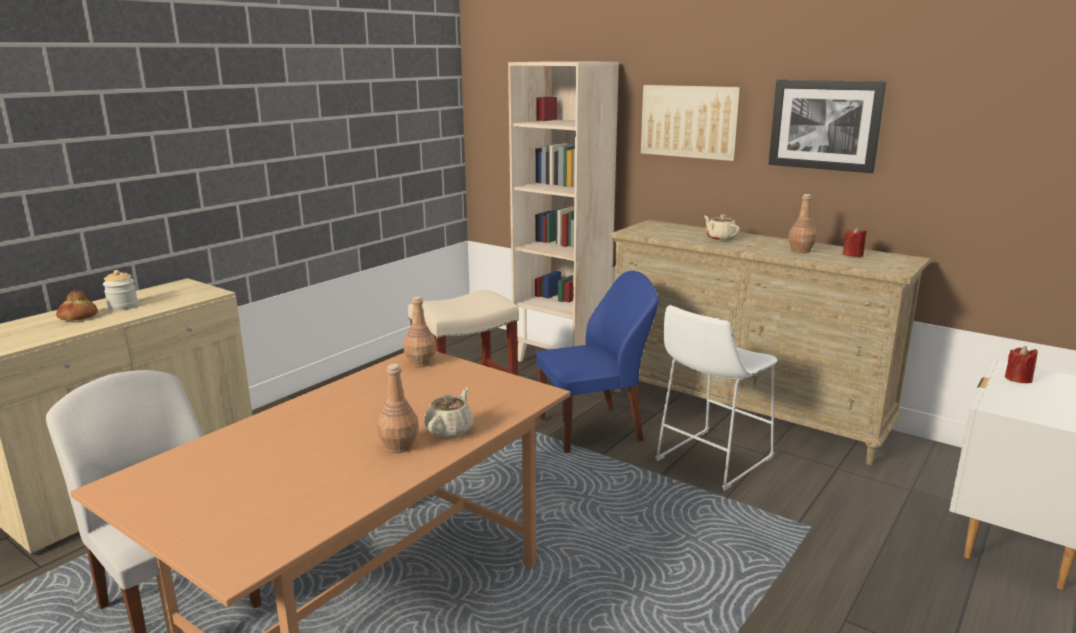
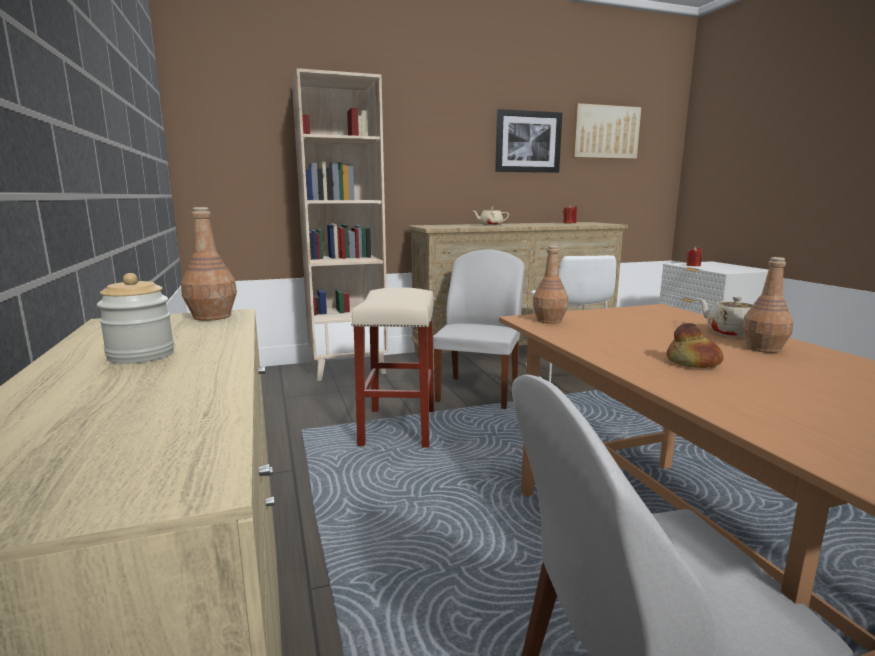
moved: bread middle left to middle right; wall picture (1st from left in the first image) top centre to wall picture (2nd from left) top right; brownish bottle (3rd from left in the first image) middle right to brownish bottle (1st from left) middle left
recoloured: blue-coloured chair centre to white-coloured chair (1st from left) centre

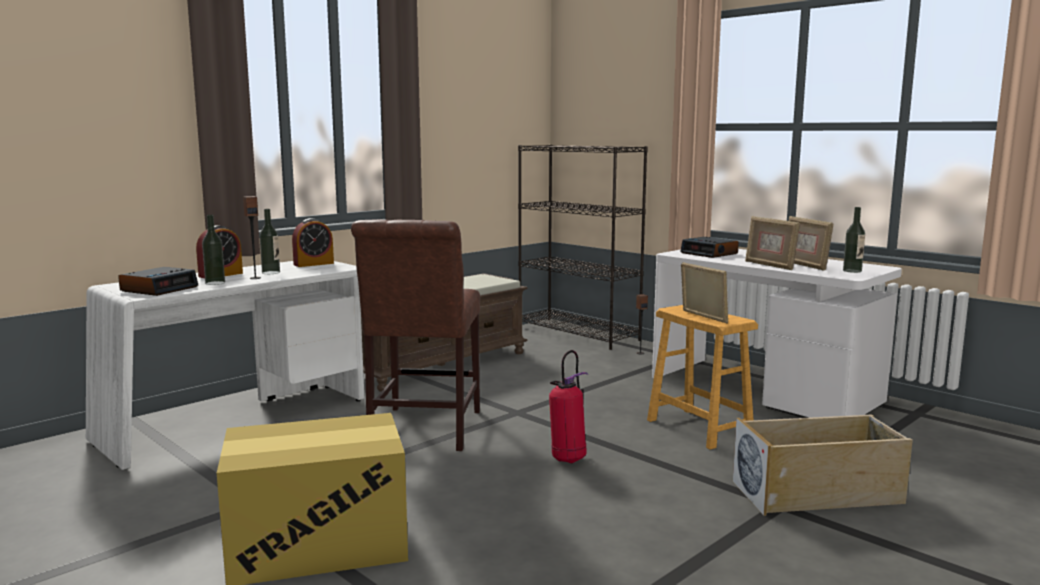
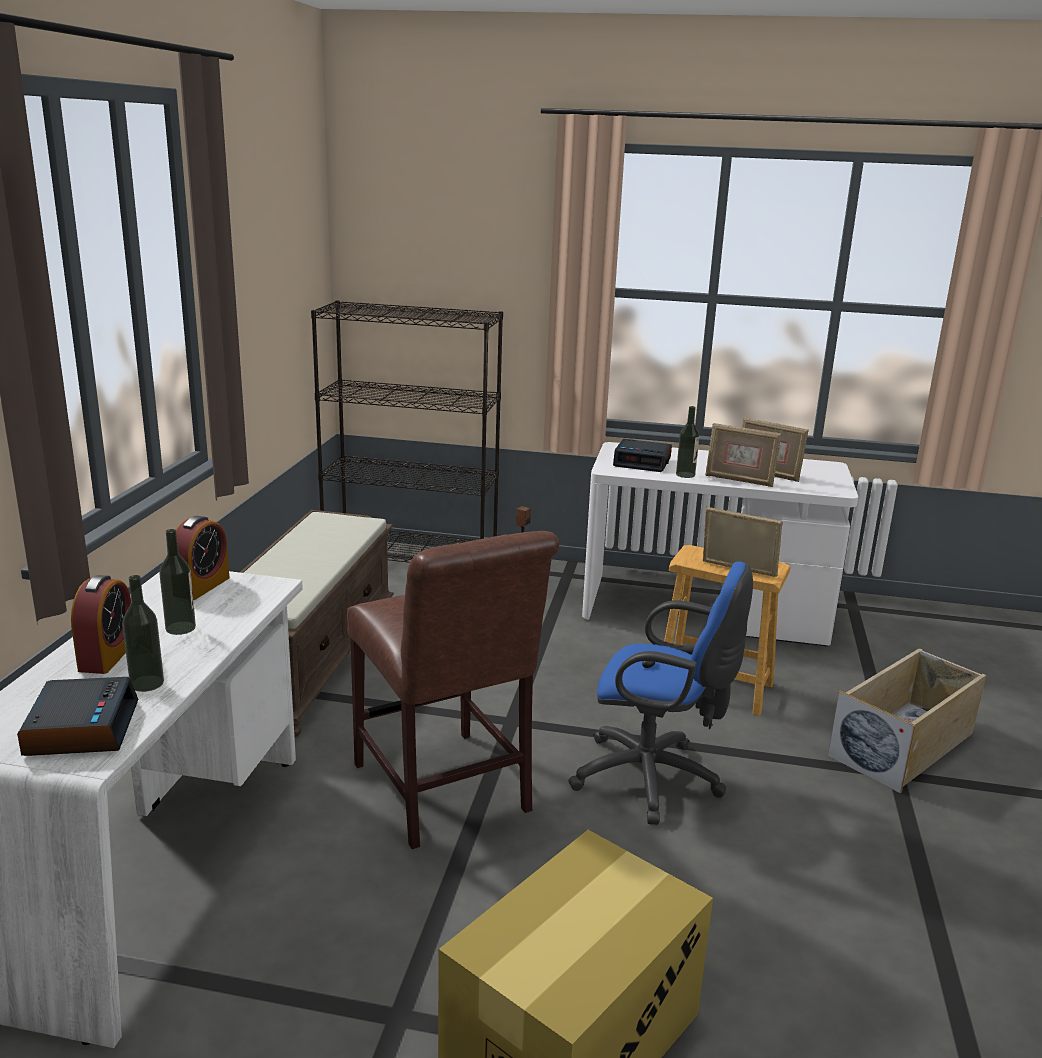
removed: loudspeaker (1st from left) middle left
moved: bottle (3rd from left) middle right to centre
replaced: extinguisher bottom centre to blue-coloured computer chair centre

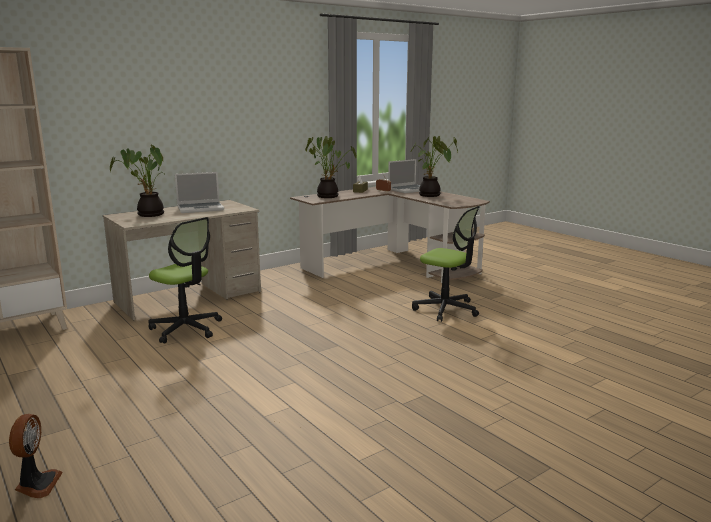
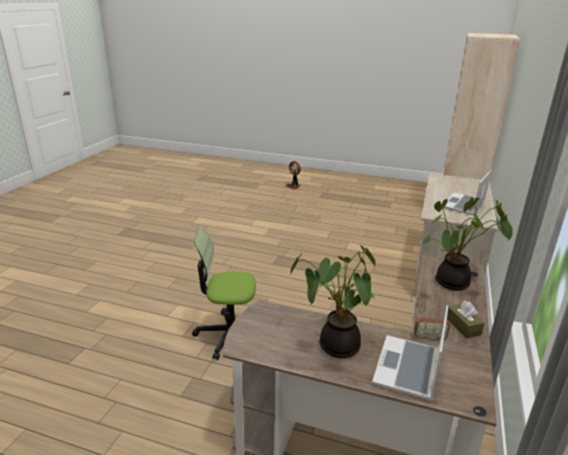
removed: houseplant (1st from left) middle left; computer chair (1st from left) middle left

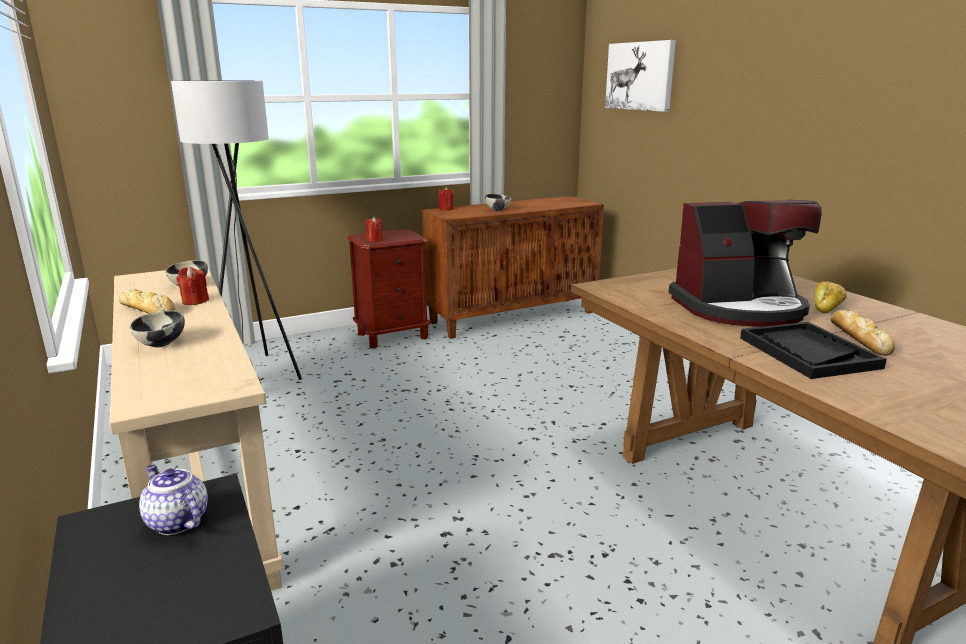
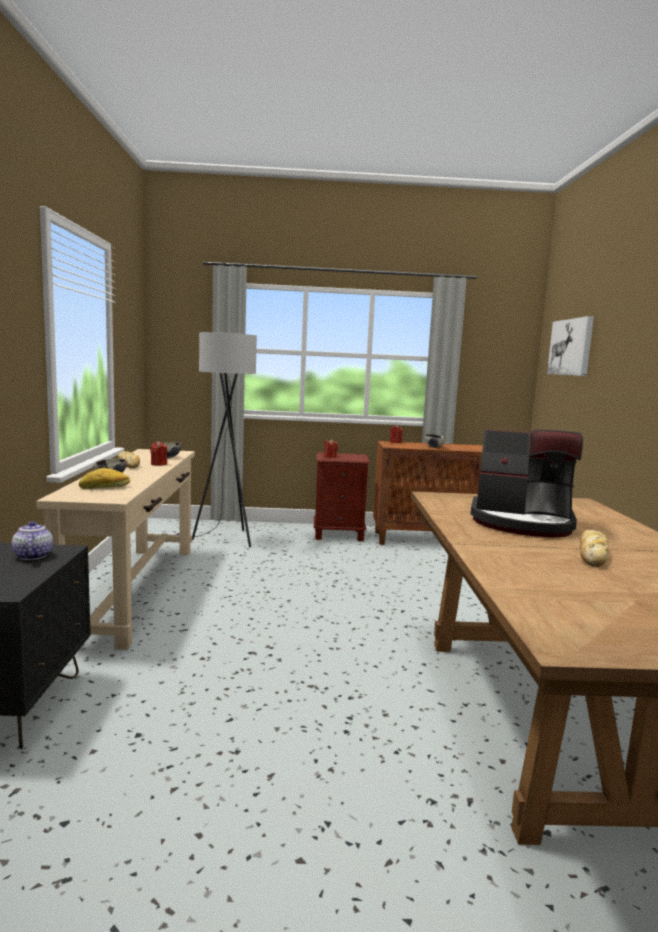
removed: black tray middle right
moved: bread (2nd from left in the first image) middle right to bread (1st from left) middle left

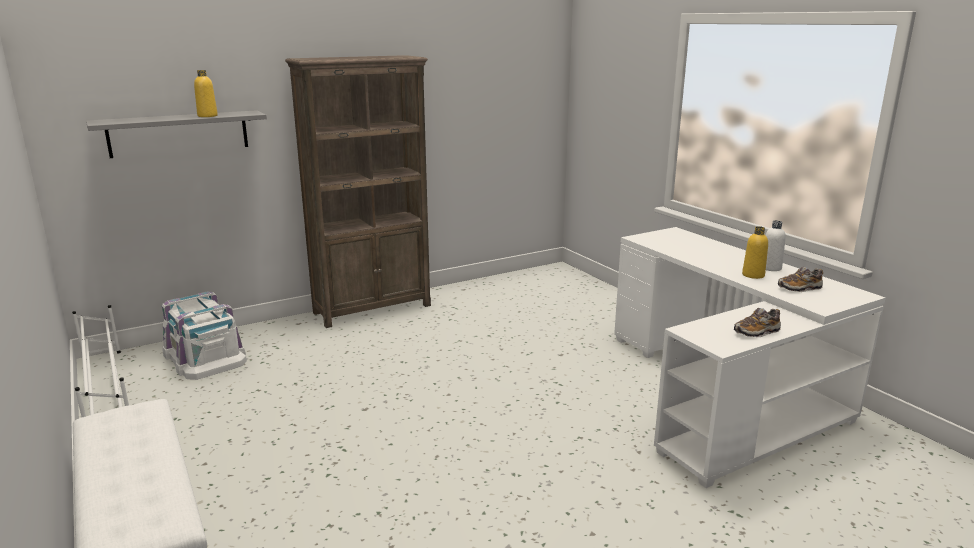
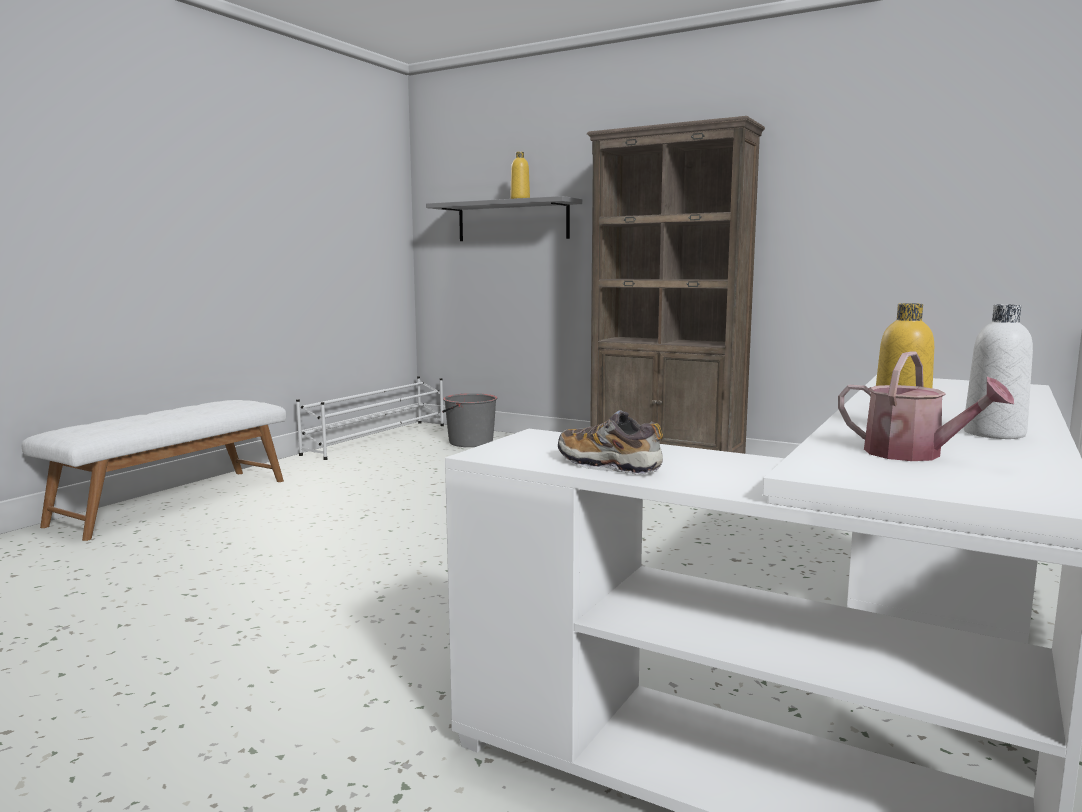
replaced: white-coloured storage bin middle left to greyish pail centre; low shoe (2nd from left) middle right to watering pot middle right

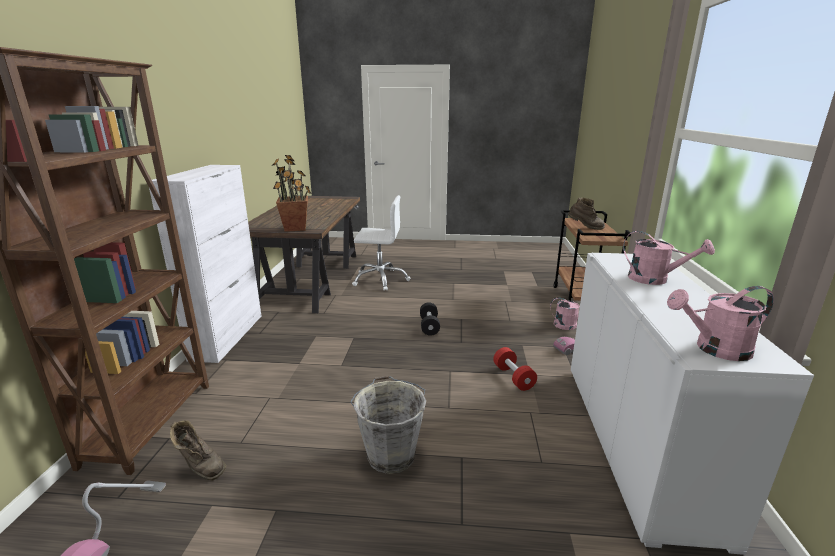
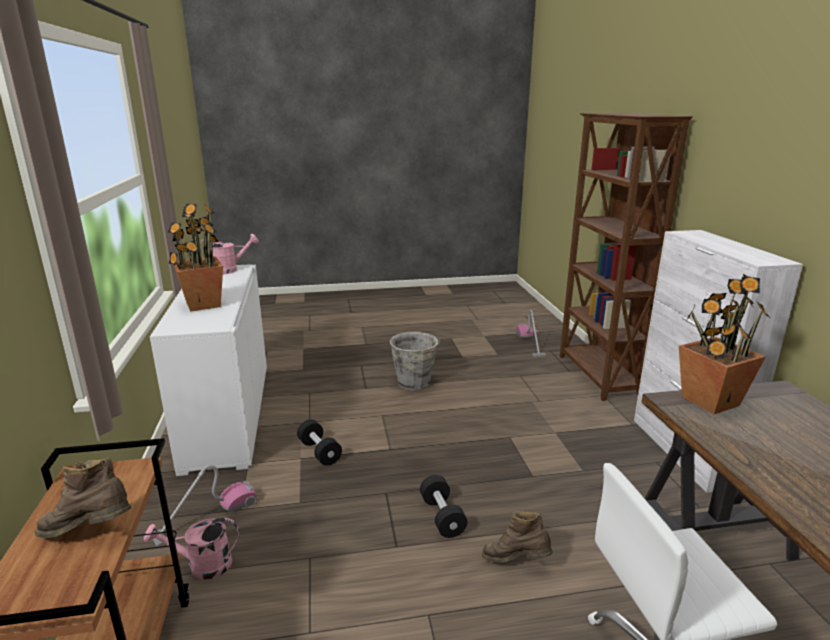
moved: brownish high-top boot (1st from left in the first image) bottom left to brownish high-top boot (2nd from left) bottom centre
replaced: pinkish watering pot (2nd from left) middle right to houseplant (1st from left) middle left
recoloured: reddish dumbbell centre to black dumbbell (1st from left) bottom centre

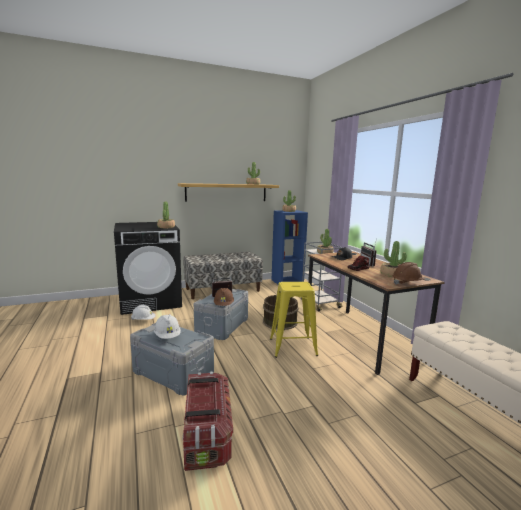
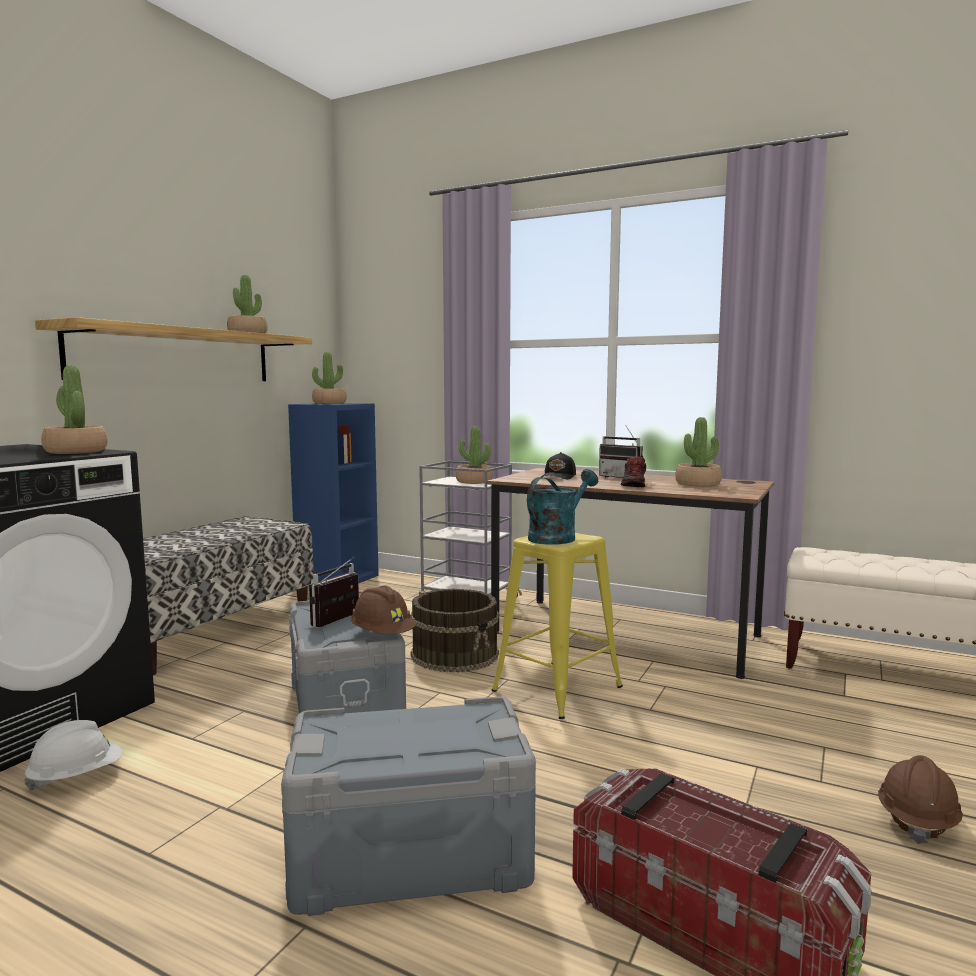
removed: white-coloured work helmet (2nd from left) middle left
added: turquoise watering pot centre
moved: brownish work helmet (2nd from left) middle right to bottom right

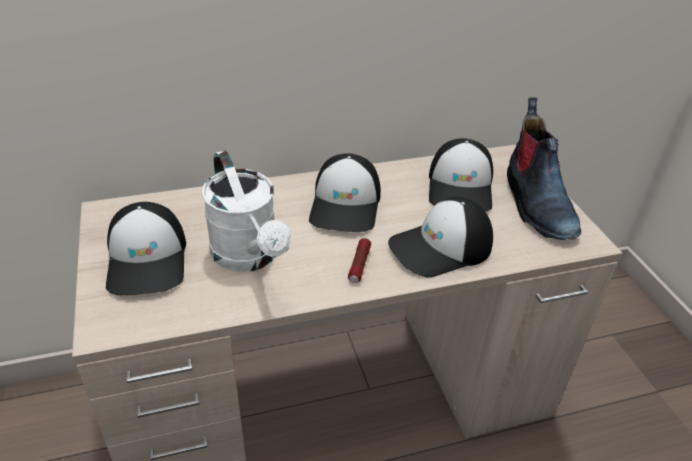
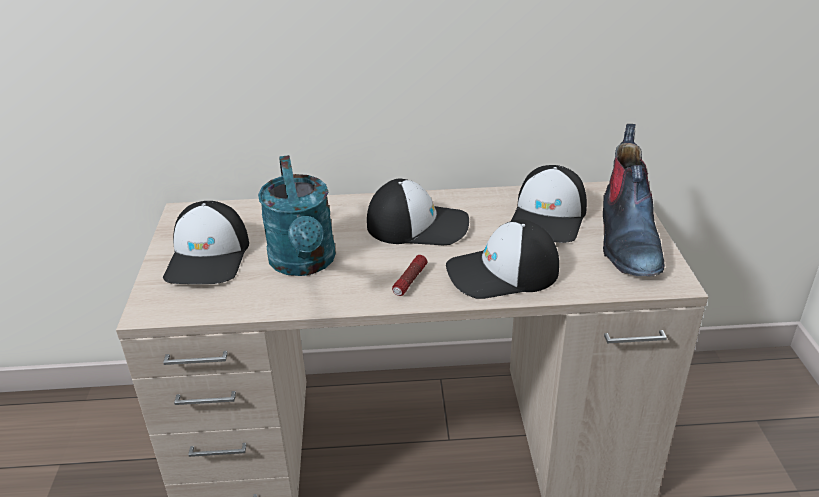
recoloured: white-coloured watering pot centre to turquoise watering pot centre
turned: baseball cap (2nd from left) centre = centre 105 degrees counterclockwise

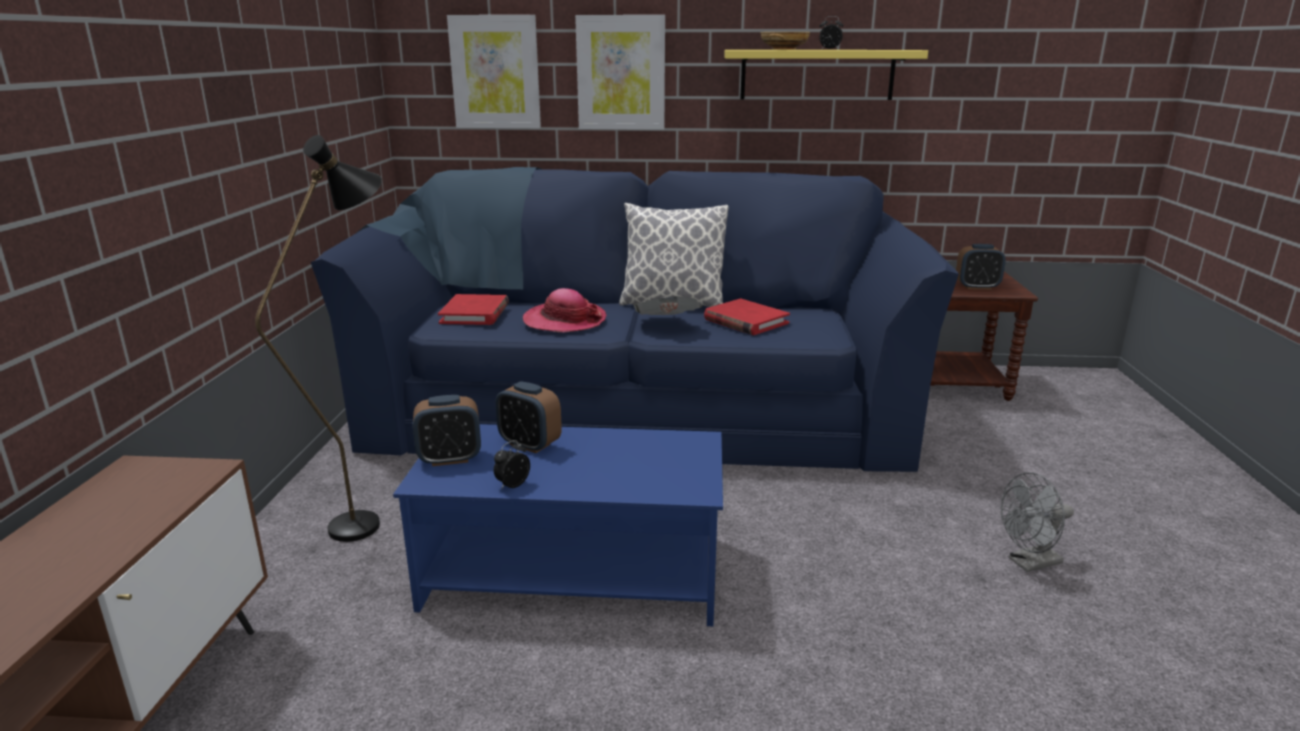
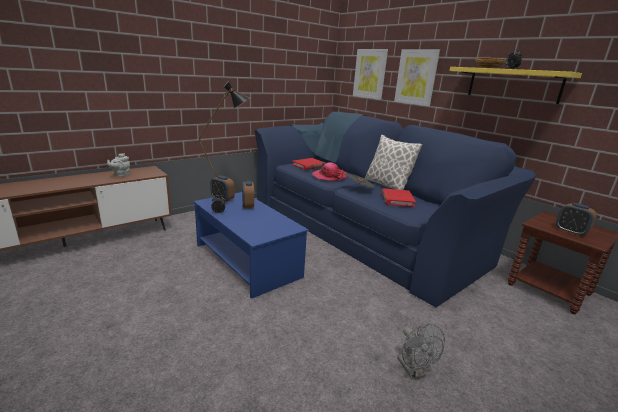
added: greyish tea pot middle left
turned: greyish electric fan bottom right = bottom right 135 degrees counterclockwise

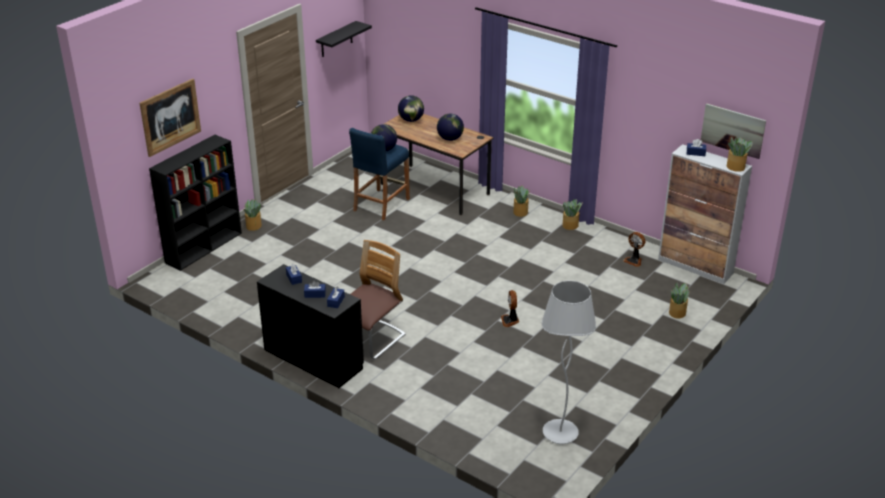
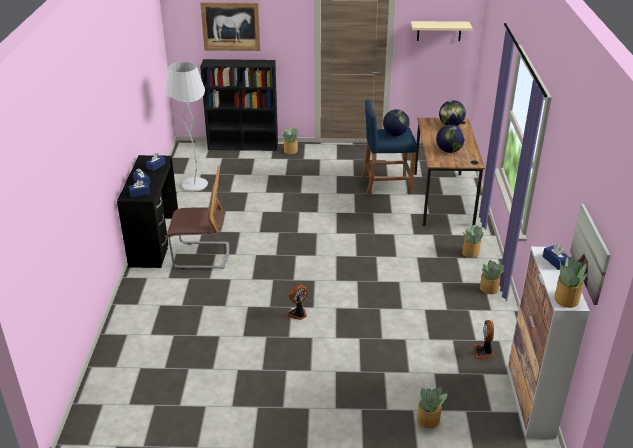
moved: white-coloured floor lamp bottom centre to top left
recoloured: black wall shelf top centre to beige wall shelf top right

